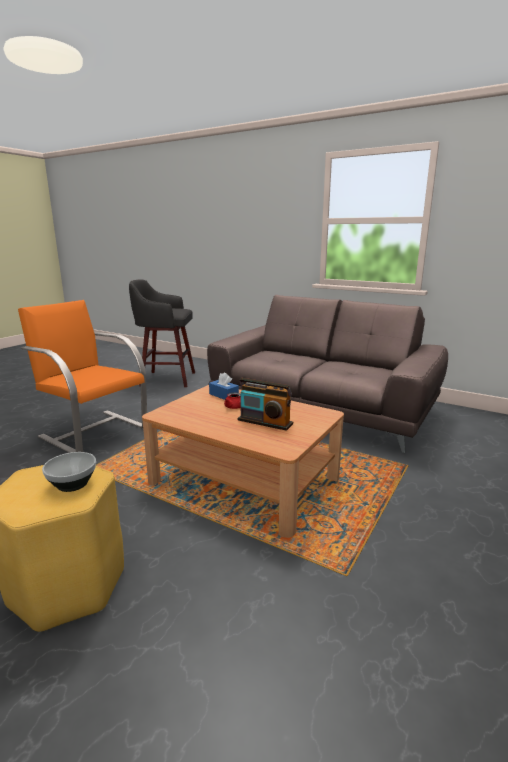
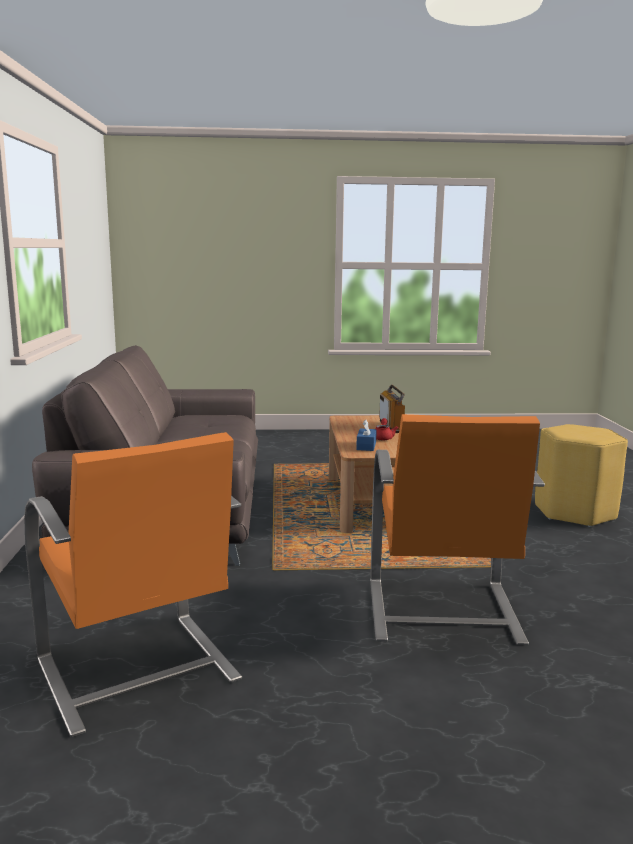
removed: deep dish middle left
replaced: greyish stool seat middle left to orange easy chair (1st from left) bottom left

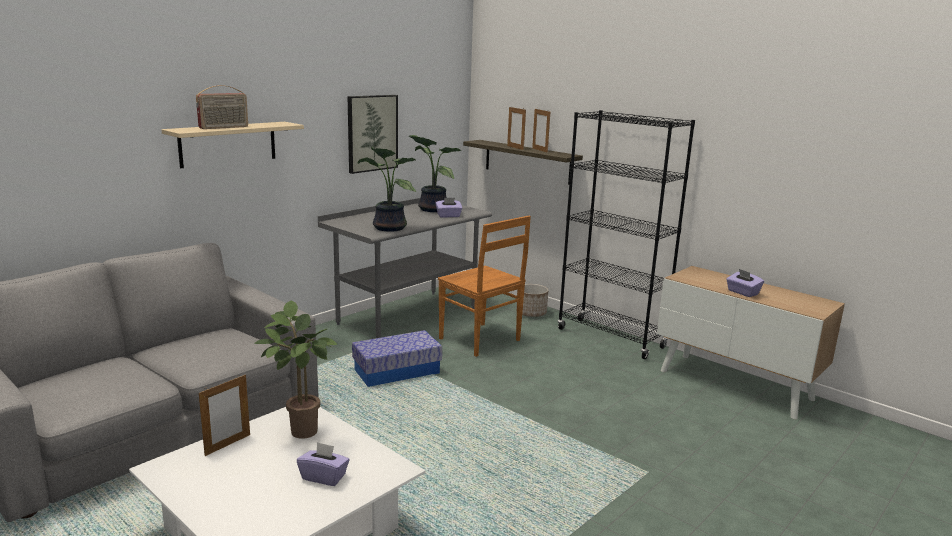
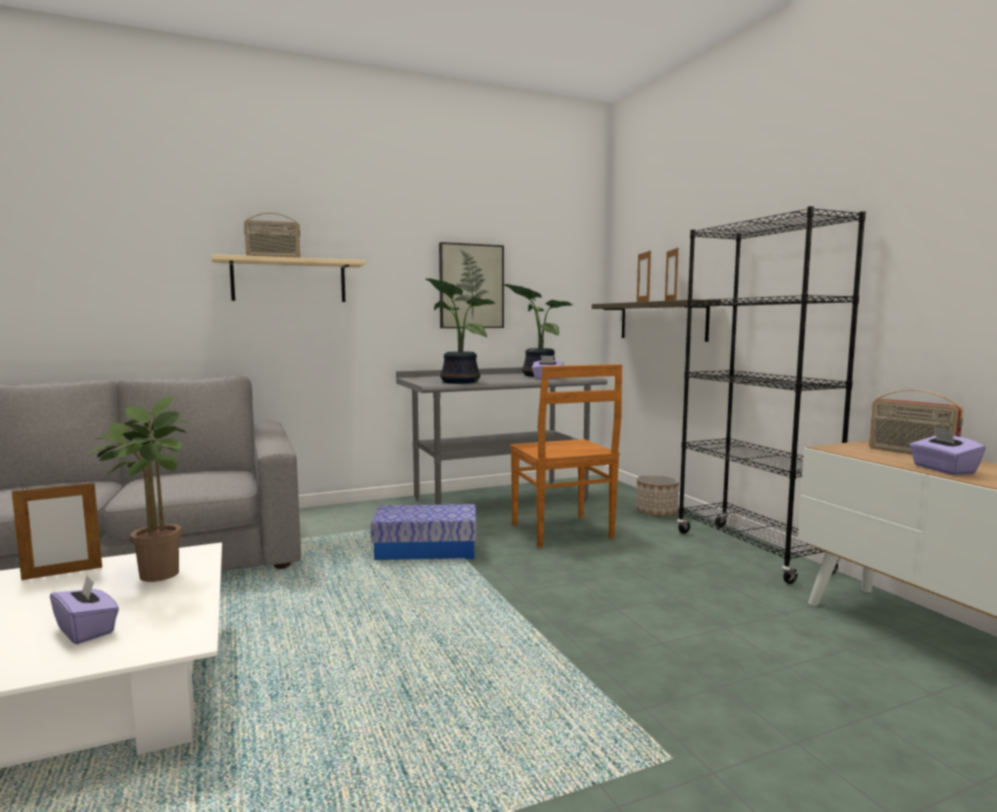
added: radio receiver (2nd from left) middle right

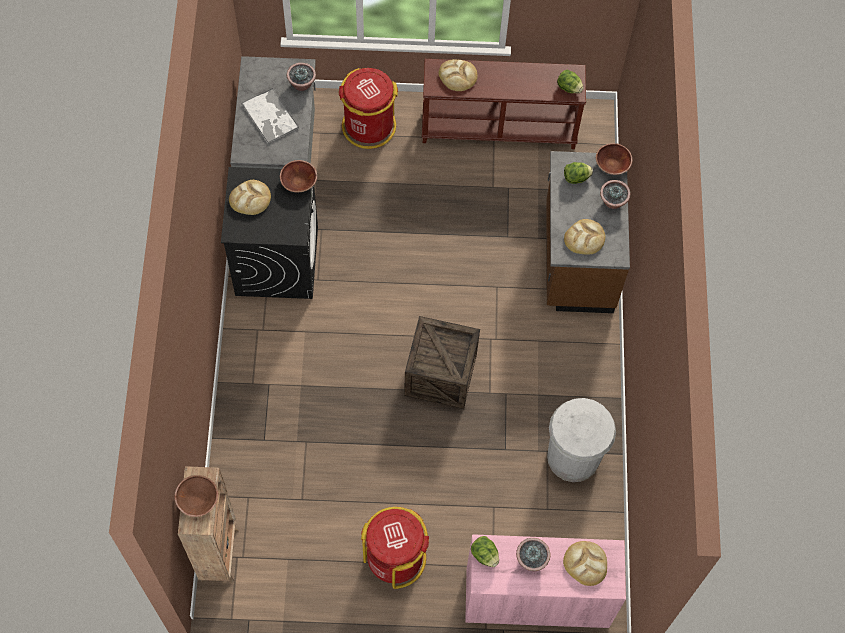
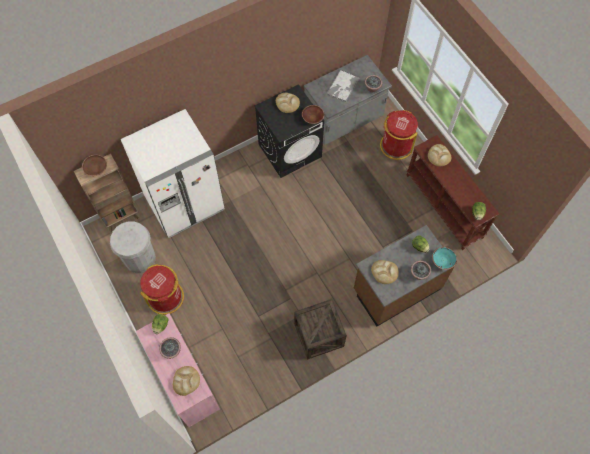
added: white-coloured kitchen fridge middle left
moved: packing crate centre to bottom centre; white-coloured rubbish bin bottom right to middle left
recoloured: brownish deep dish (3rd from left) top right to turquoise deep dish middle right

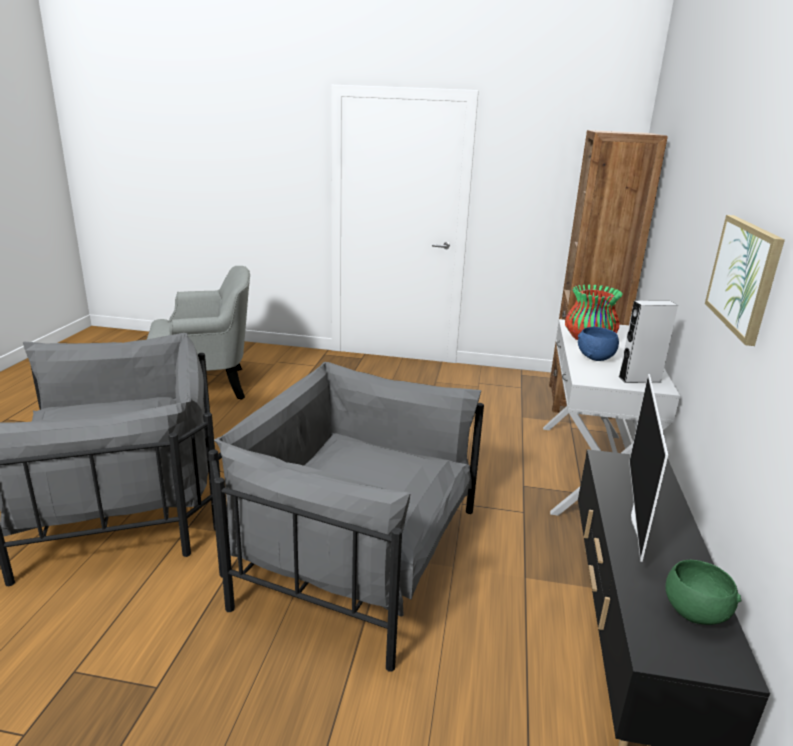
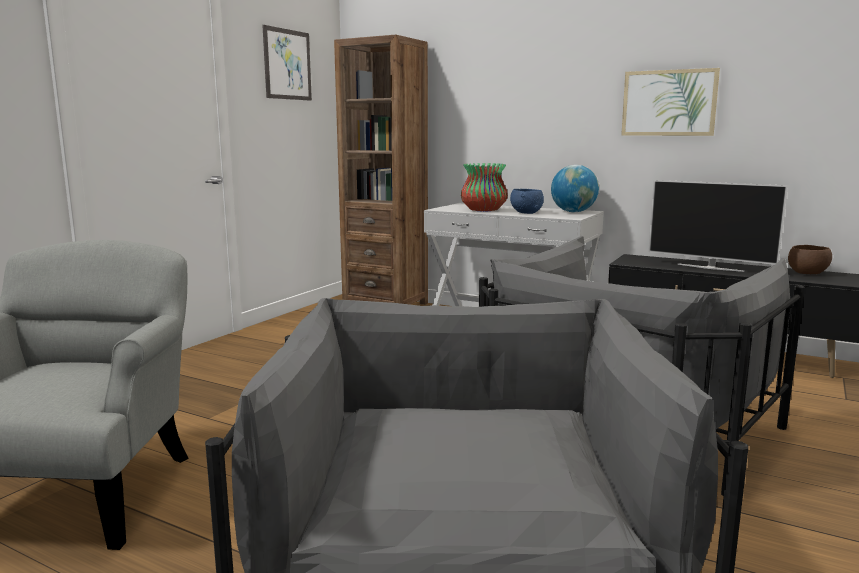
added: wall picture (1st from left) top centre
replaced: greyish loudspeaker middle right to world globe top right
recoloured: green-coloured deep dish bottom right to brownish deep dish middle right

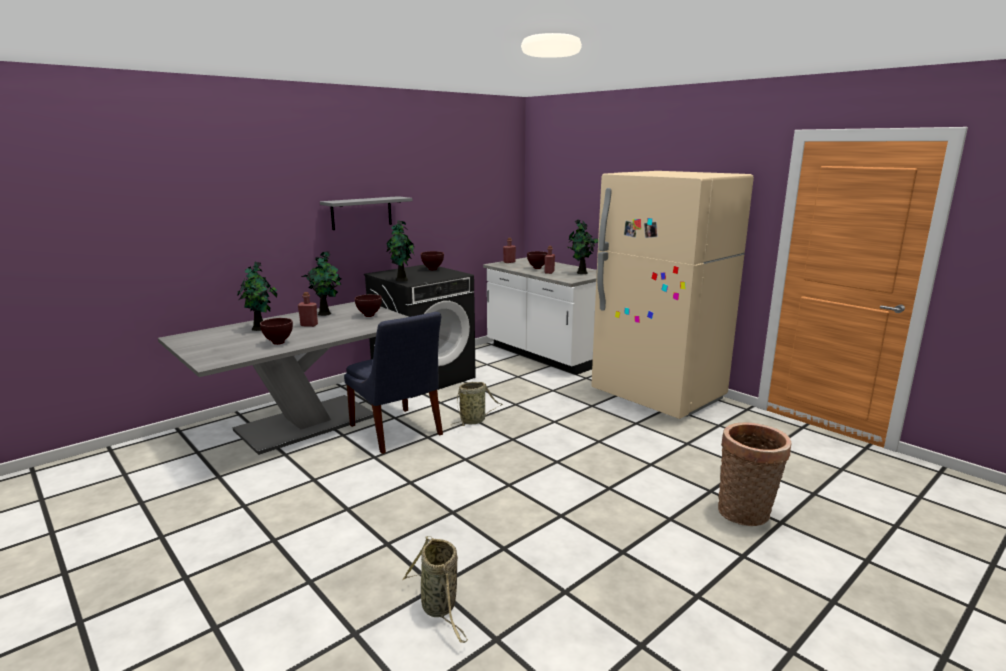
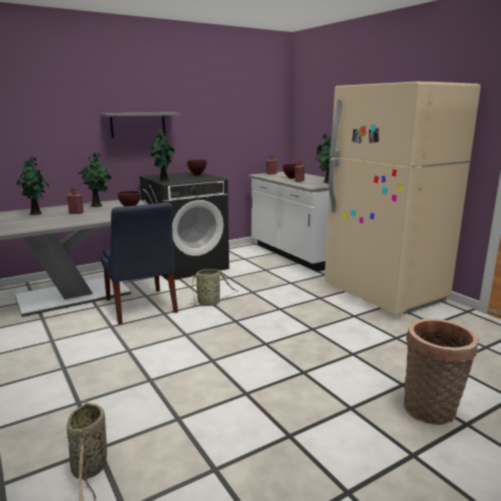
removed: brownish deep dish (1st from left) middle left

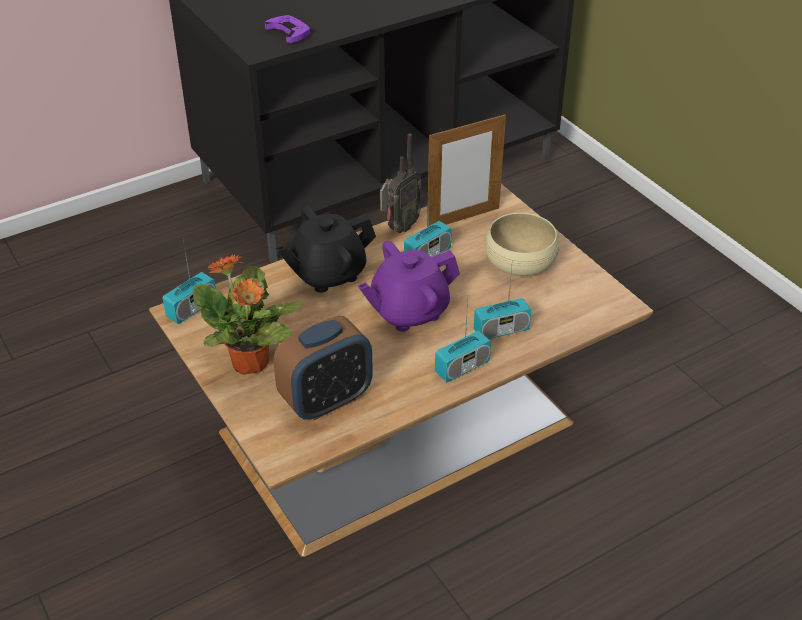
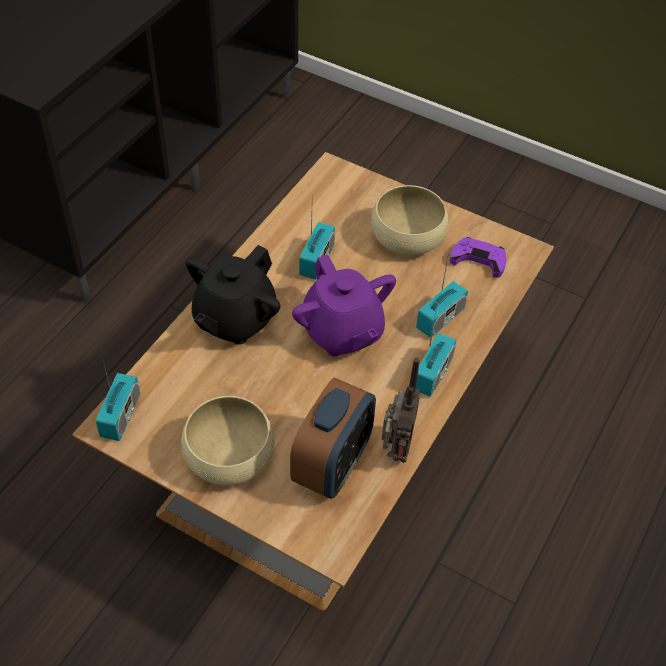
removed: photo frame top centre
moved: purple-coloured joypad top centre to middle right; radio receiver (2nd from left in the first image) top centre to radio receiver (3rd from left) centre
replaced: houseplant middle left to beige deep dish (1st from left) centre
turned: purple-coloured tea pot centre = centre 60 degrees counterclockwise

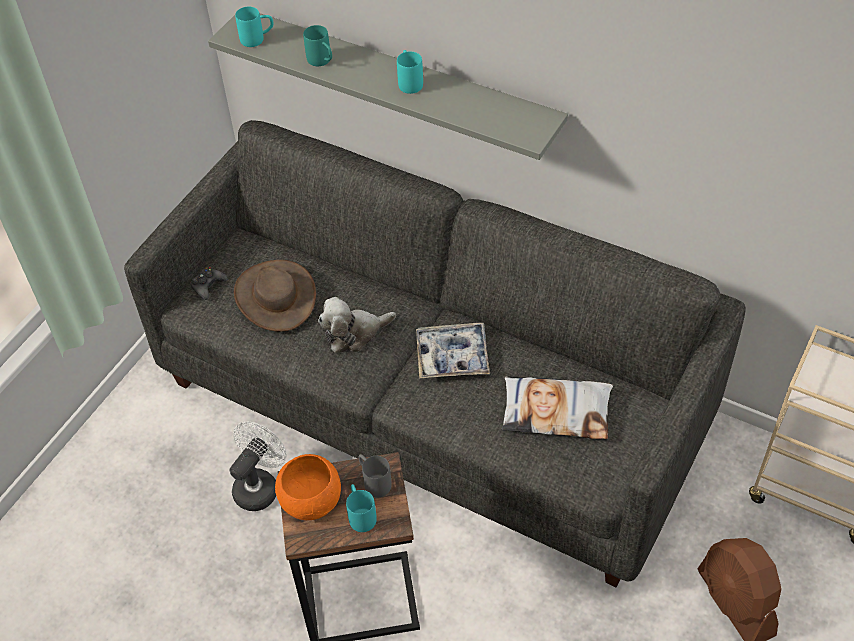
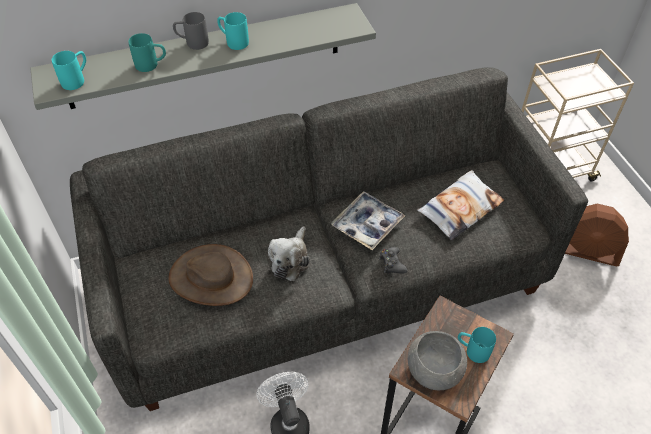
moved: black joypad middle left to centre; greyish tea mug bottom centre to top left
recoloured: orange deep dish bottom centre to greyish deep dish bottom right

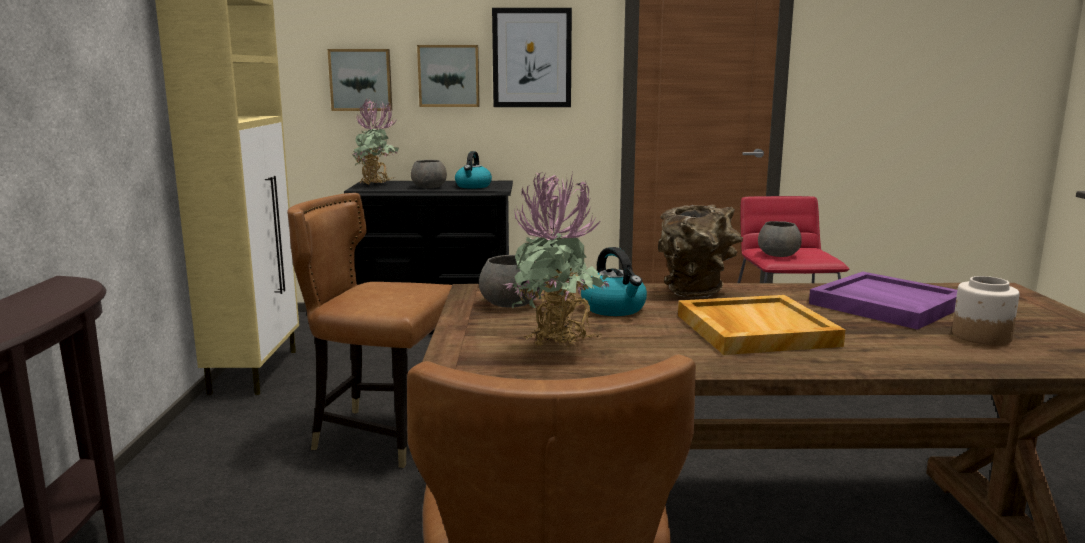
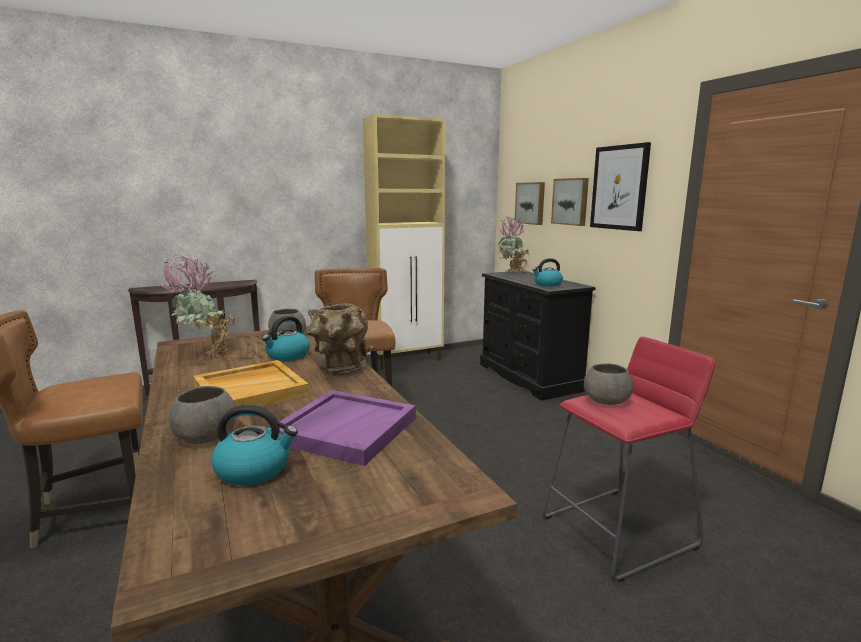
moved: greyish deep dish (1st from left) top centre to middle left
replaced: preserve jar middle right to kettle (1st from left) bottom left

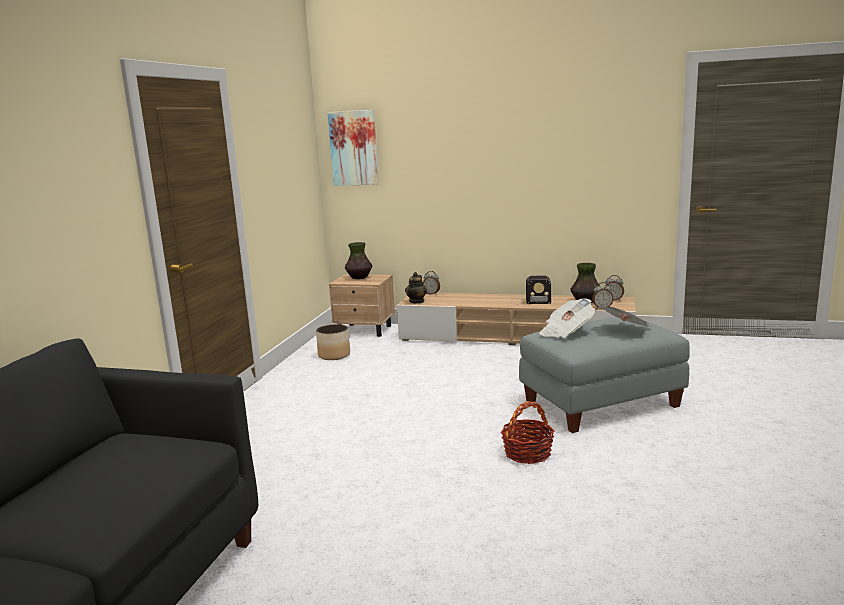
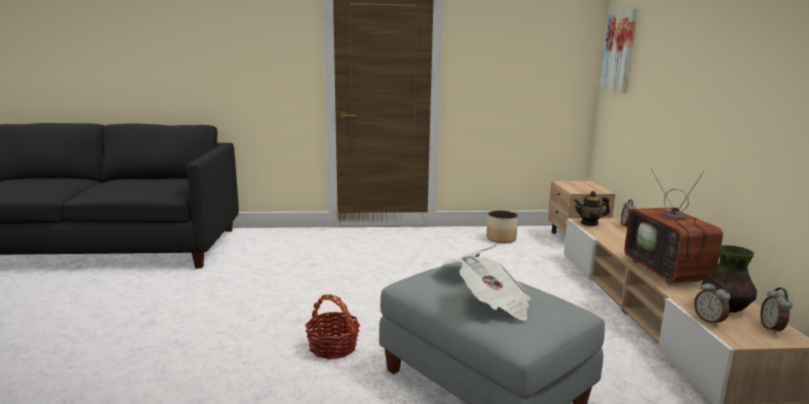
removed: flower vase (1st from left) centre
replaced: radio receiver centre to TV set middle right

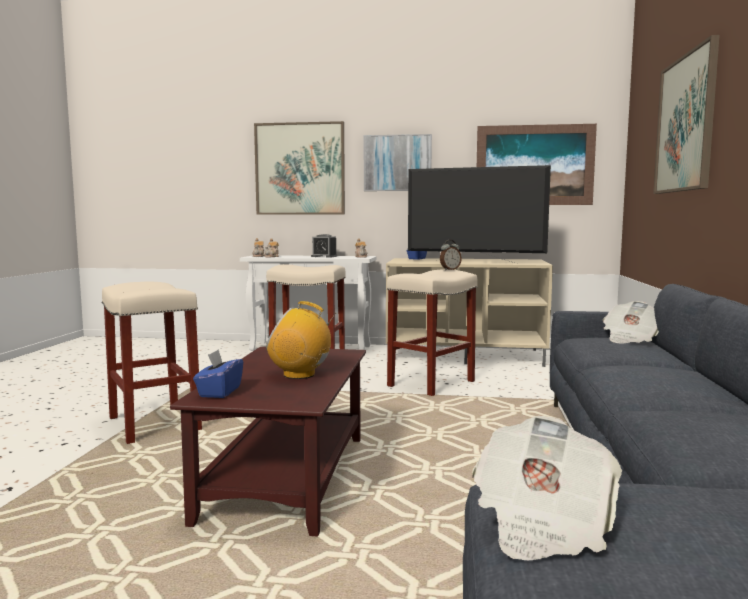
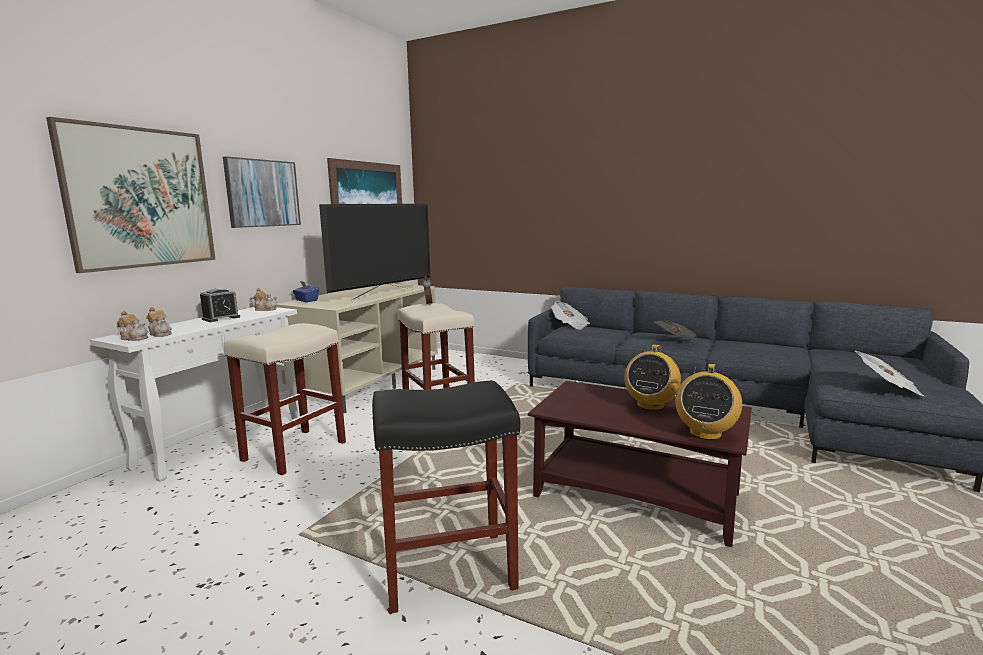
removed: wall picture (4th from left) top right
added: daily paper (2nd from left) middle right
replaced: blue-coloured box of tissues (1st from left) middle left to radio receiver (2nd from left) middle right
recoloured: beige stool seat (1st from left) middle left to black stool seat bottom centre

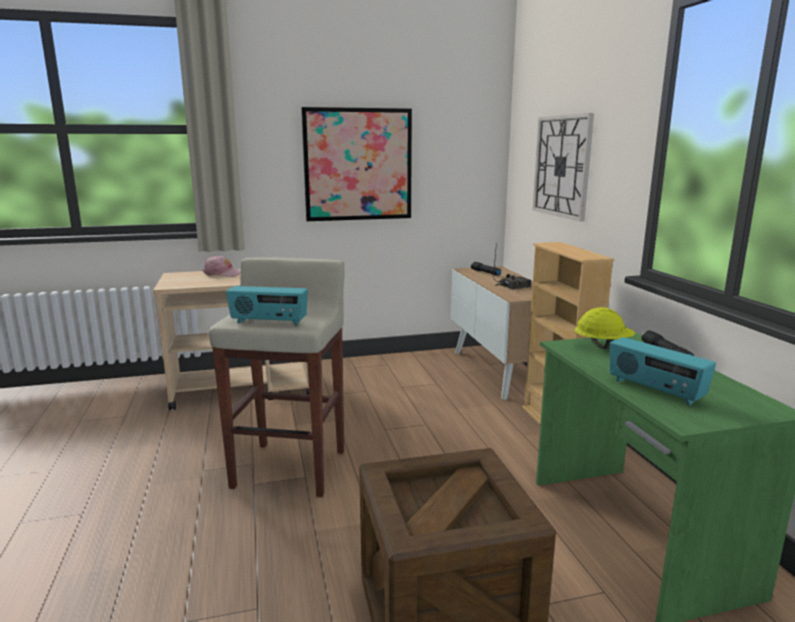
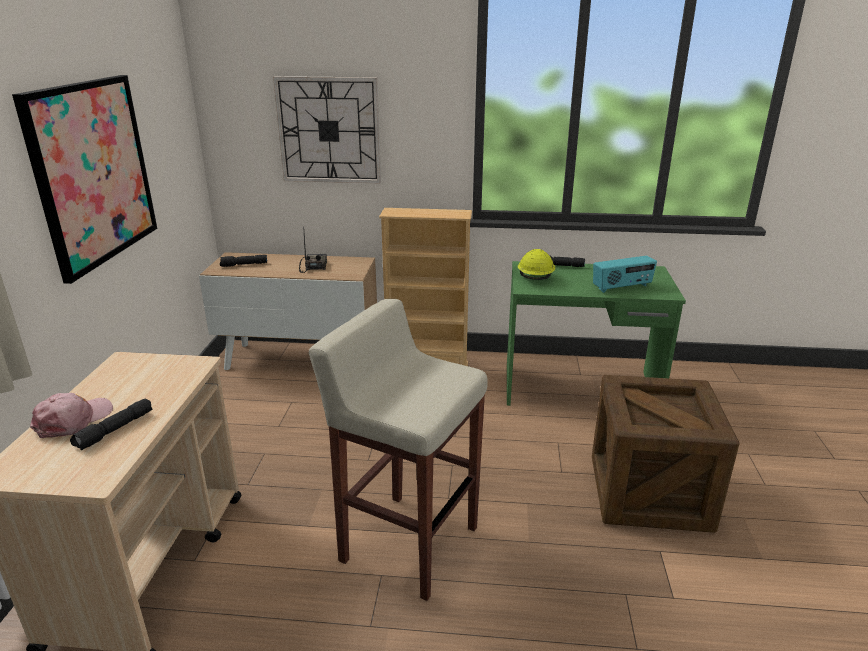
removed: radio receiver (1st from left) centre
added: black torch (1st from left) middle left

